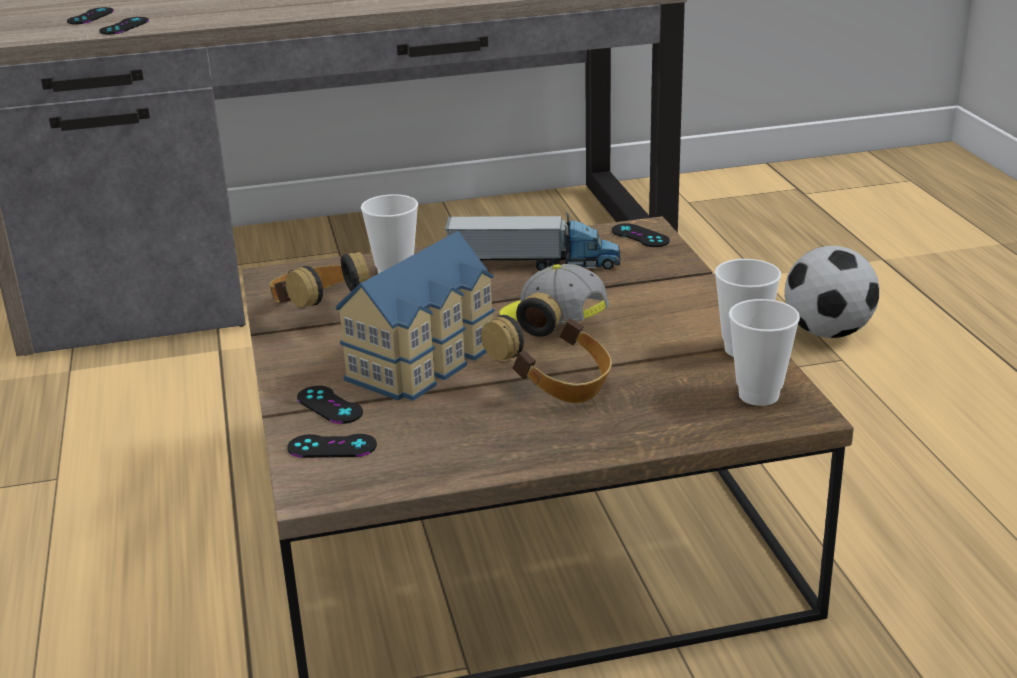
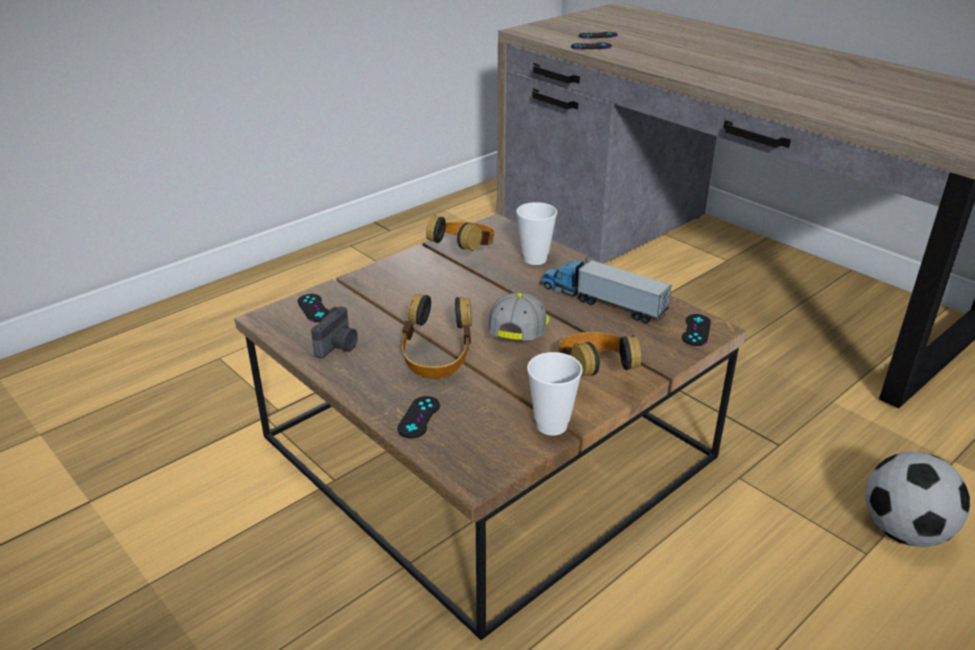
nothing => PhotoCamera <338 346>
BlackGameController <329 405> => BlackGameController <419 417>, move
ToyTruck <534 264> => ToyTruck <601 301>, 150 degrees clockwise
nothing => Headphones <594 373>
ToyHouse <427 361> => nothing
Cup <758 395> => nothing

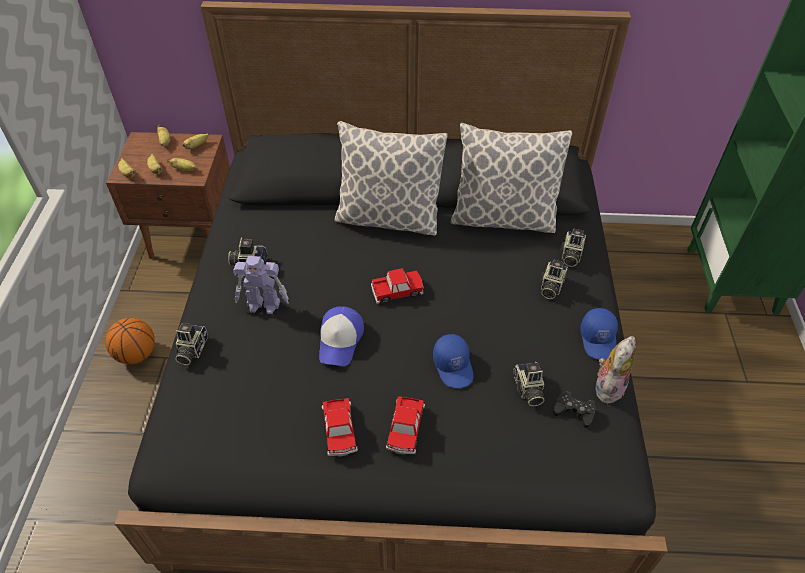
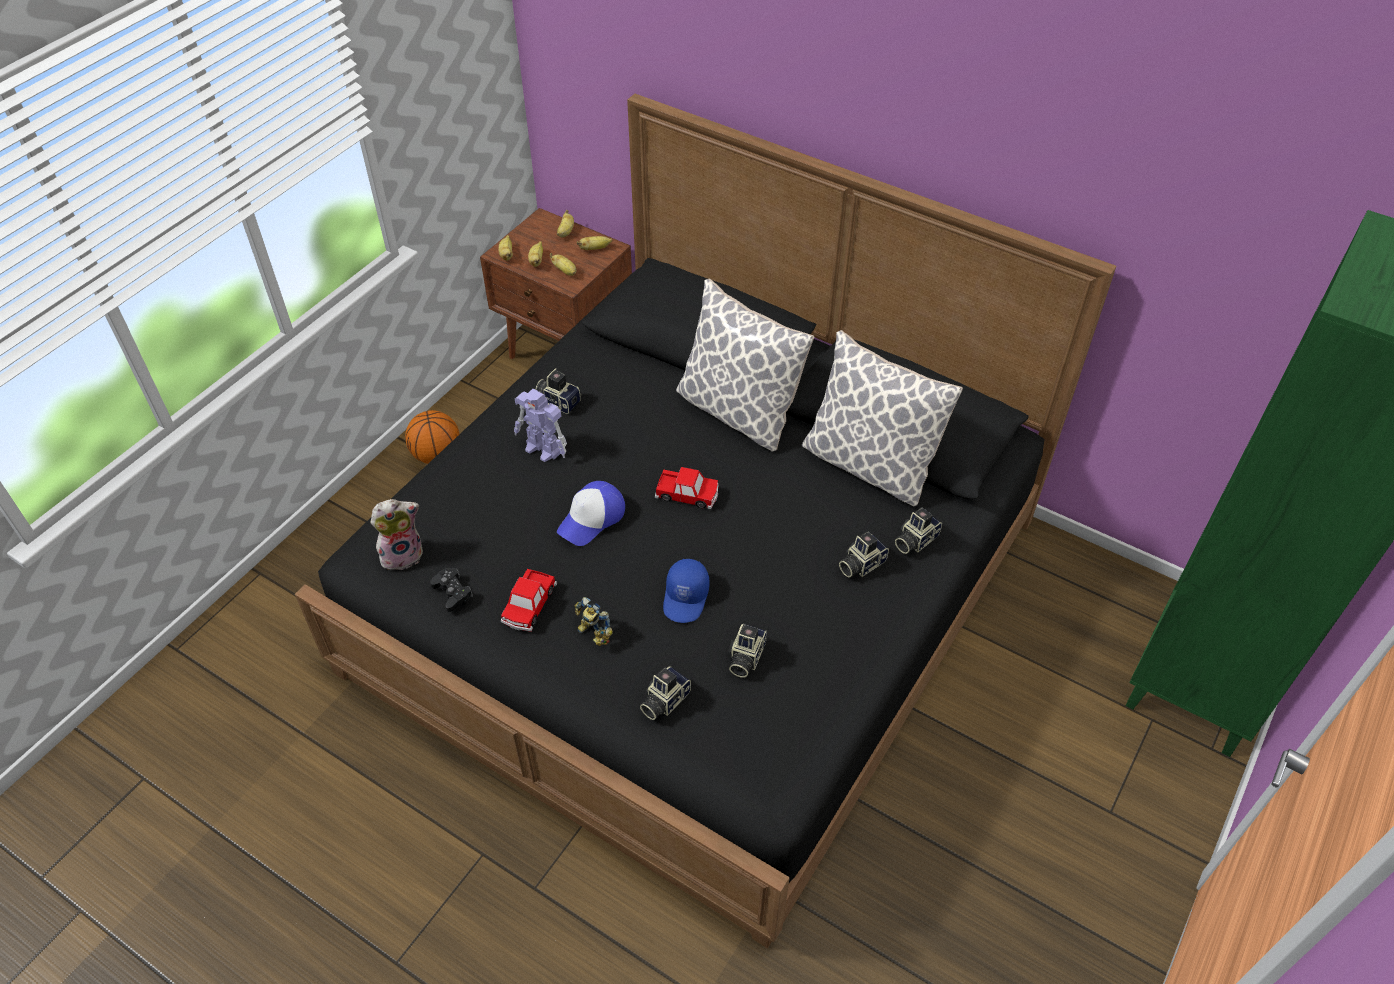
PlushToy <608 386> => PlushToy <403 554>, move
BlackGameController <574 411> => BlackGameController <452 592>, move
ToyCar <405 429> => ToyRobot <592 634>
PhotoCamera <191 350> => PhotoCamera <663 700>, move
BlueCap <599 339> => nothing

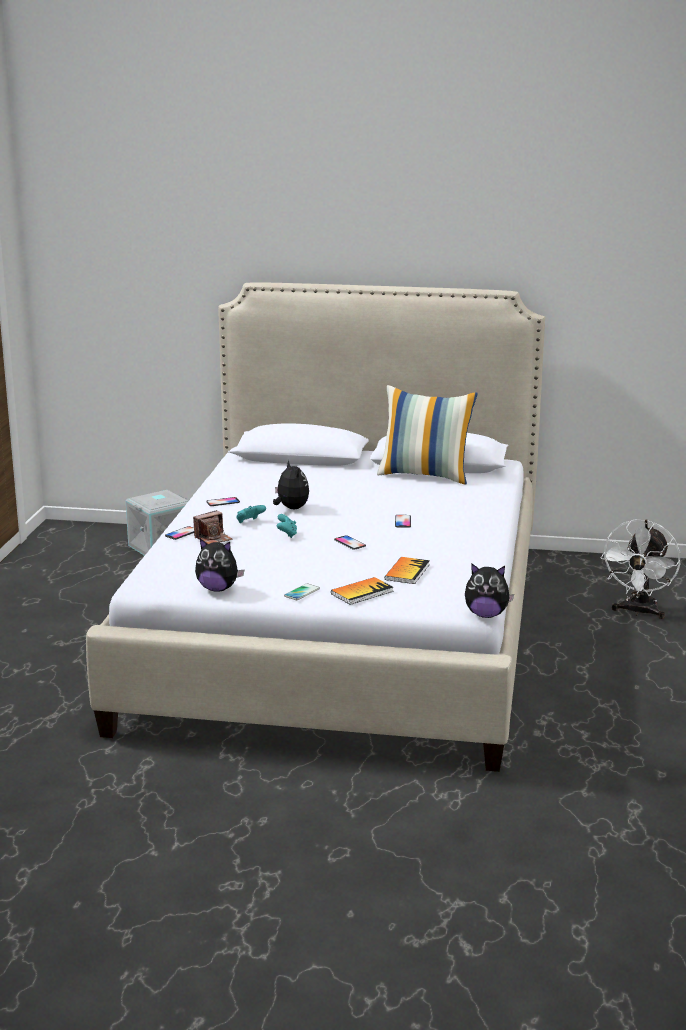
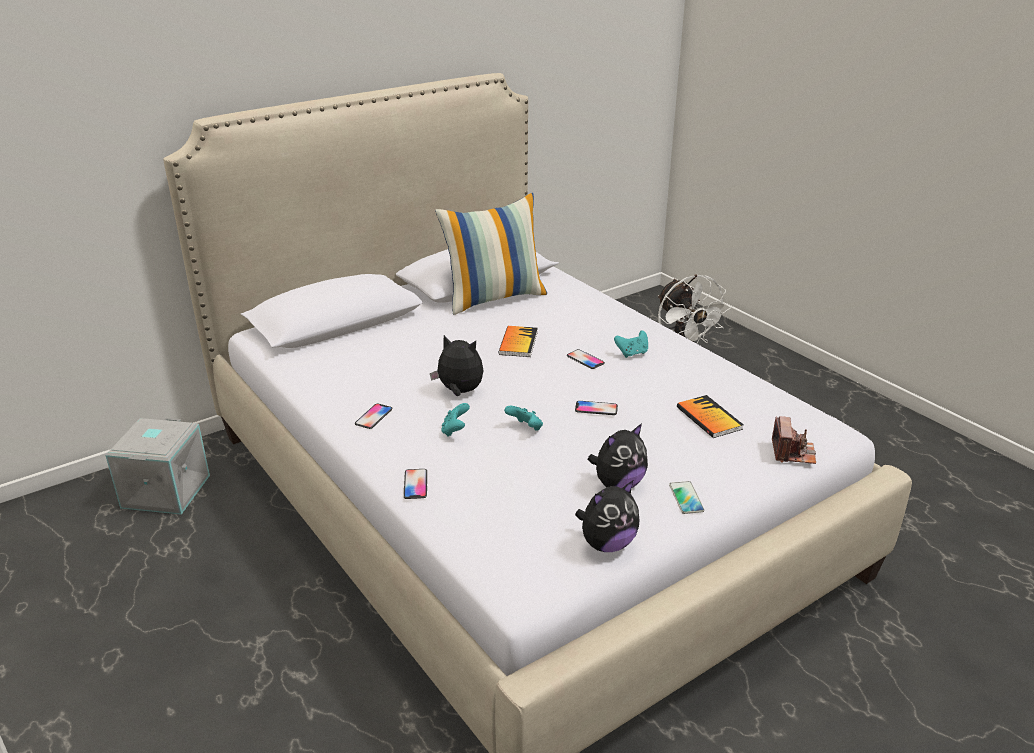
Book <362 592> => Book <518 343>, move
PlushToy <486 615> => PlushToy <618 484>, move
nothing => TurquoiseGameController <632 353>
PhotoCamera <213 538> => PhotoCamera <793 452>, move

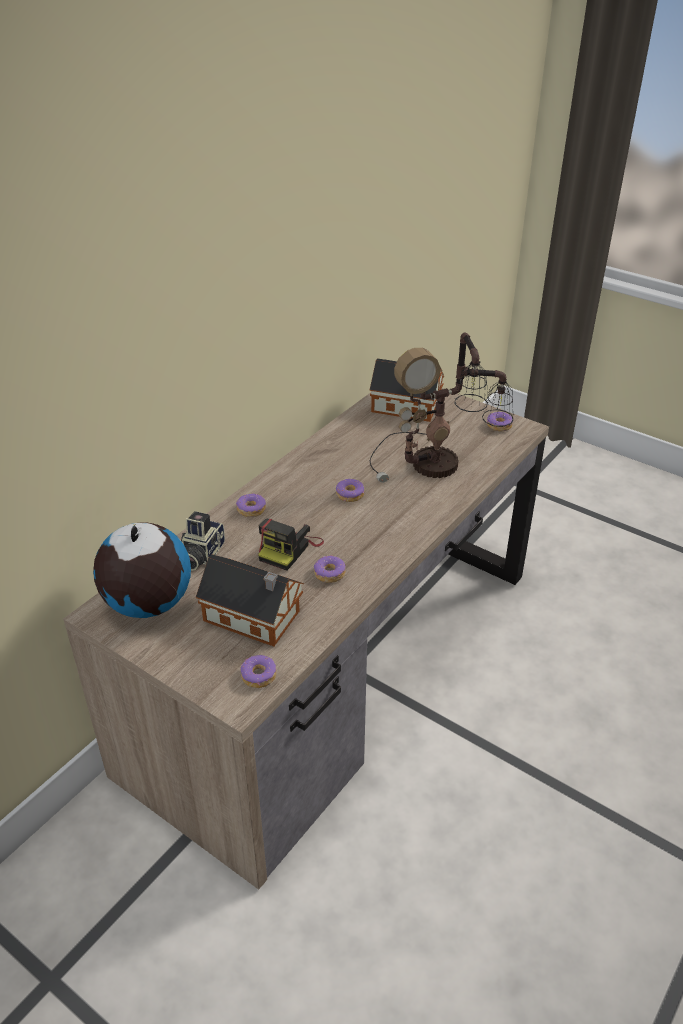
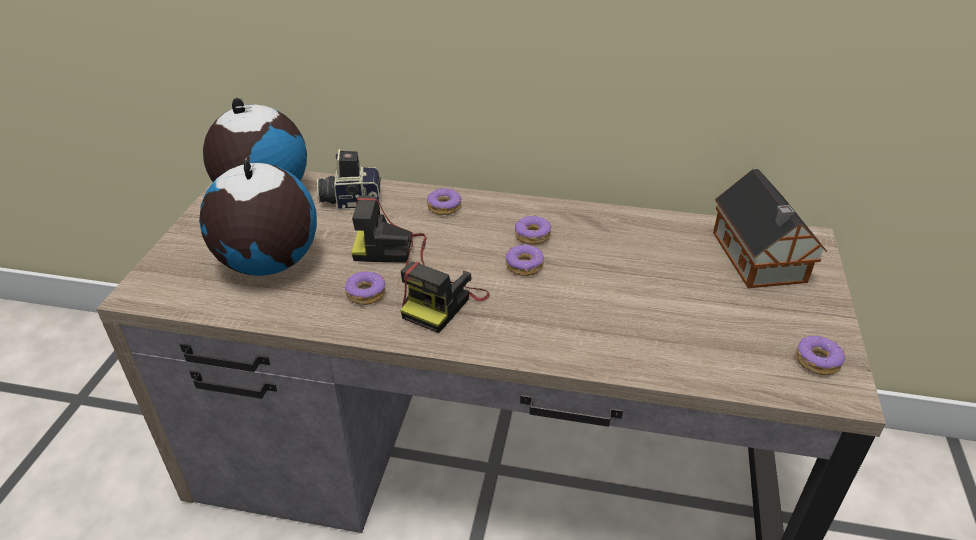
ToyHouse <254 618> => Globe <268 264>
nothing => PhotoCamera <443 303>
Donut <258 676> => Donut <532 236>, move
TableLamp <438 466> => nothing

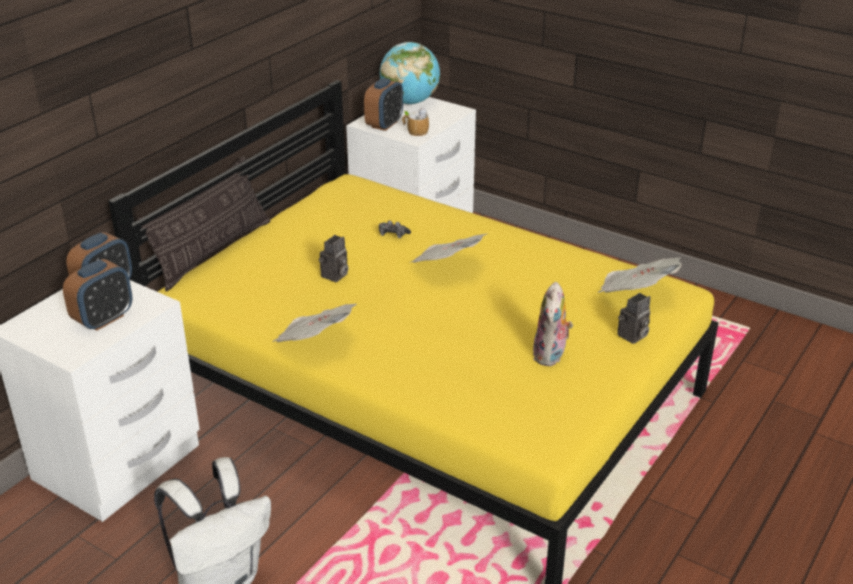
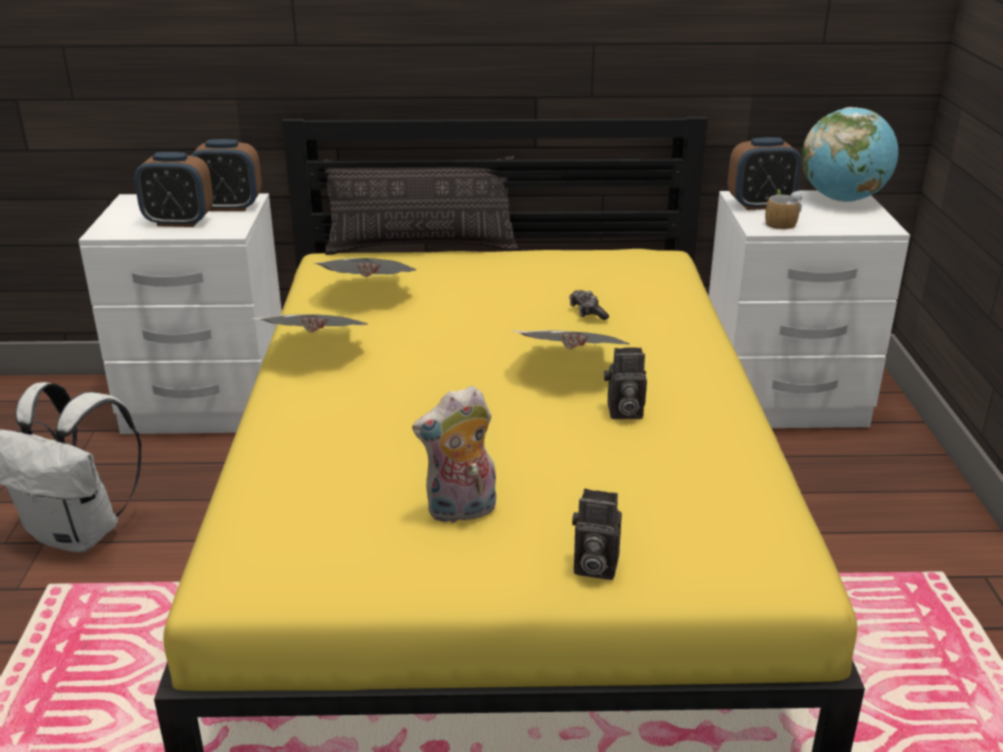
Newspaper <635 293> => Newspaper <369 293>, move
PhotoCamera <335 276> => PhotoCamera <623 412>, move

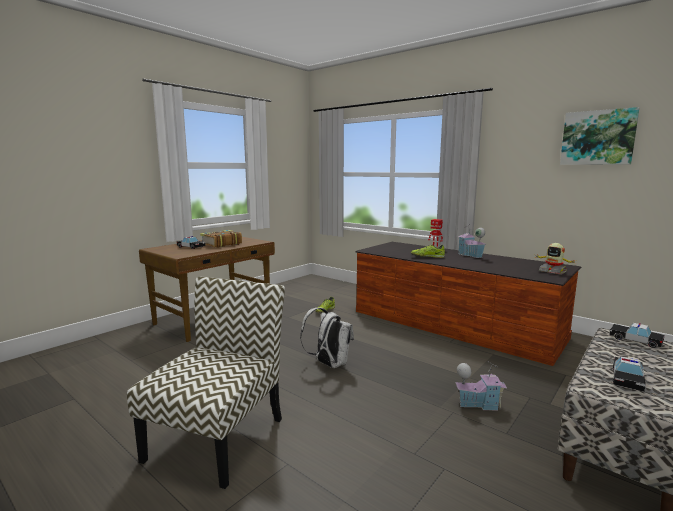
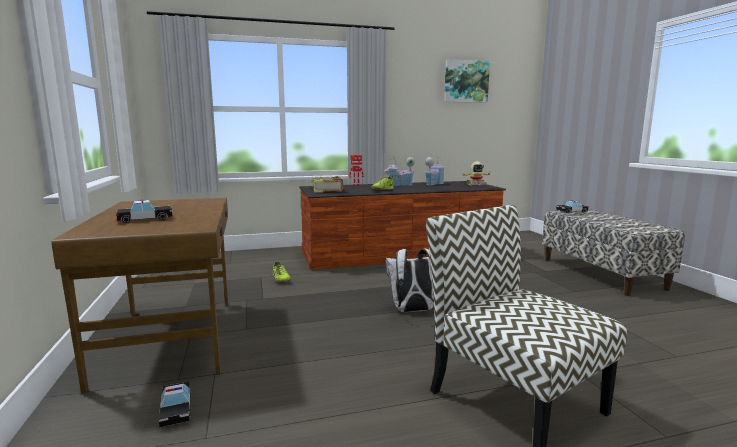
ToyCar <627 379> => ToyCar <176 409>, move
Book <221 244> => Book <326 190>, move
ToyHouse <478 404> => ToyHouse <433 184>, move

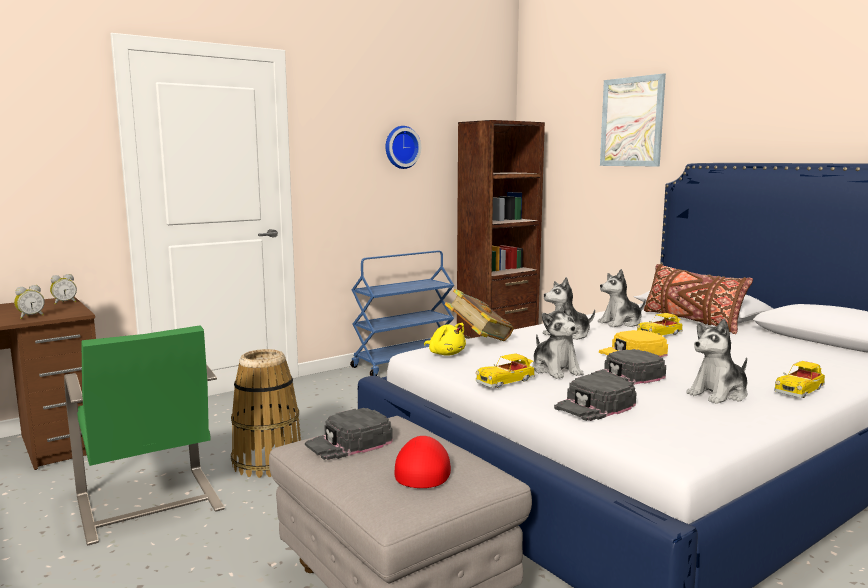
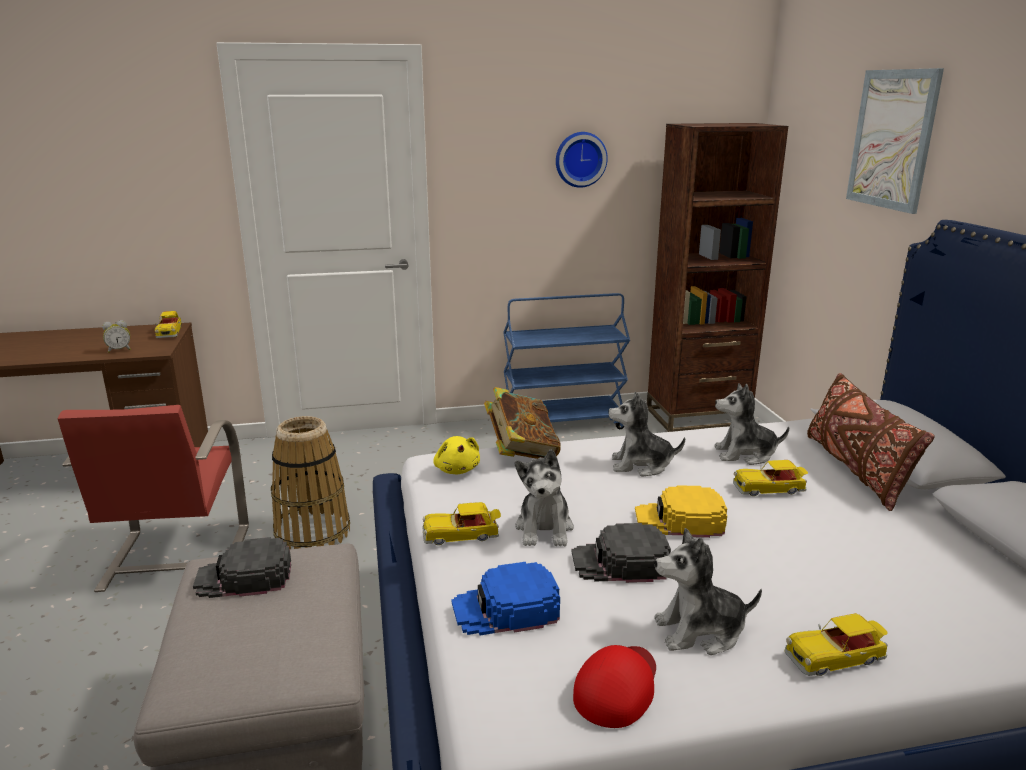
GreenChair <149 505> => RedChair <175 559>
AlarmClock <64 303> => ToyCar <170 332>
BlackCap <594 406> => BlueCap <506 609>
RedCap <423 469> => RedCap <618 687>, move

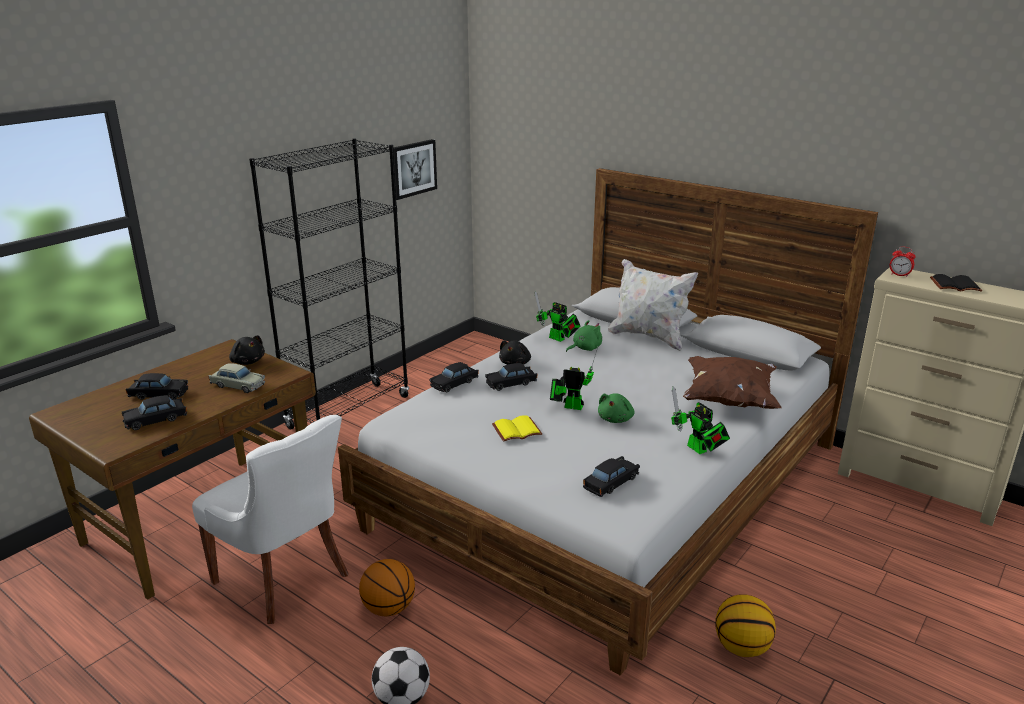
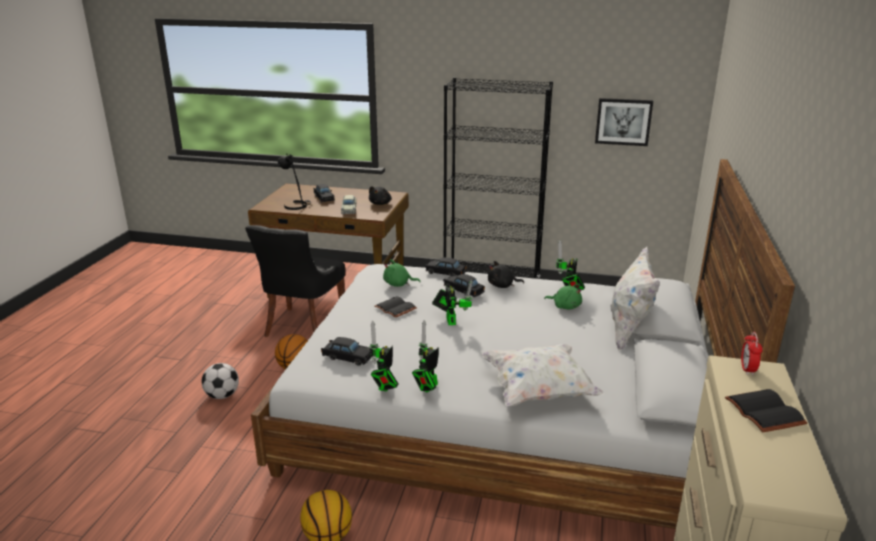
WhiteChair <284 579> => BlackChair <303 327>
BlackToyCar <156 420> => BlackTableLamp <296 205>
nothing => ToyRobot <384 387>
YellowBook <517 429> => BlackBook <396 308>
GreenPlushToy <616 419> => GreenPlushToy <398 284>, move
BrownPillow <729 400> => WhitePillow <538 391>

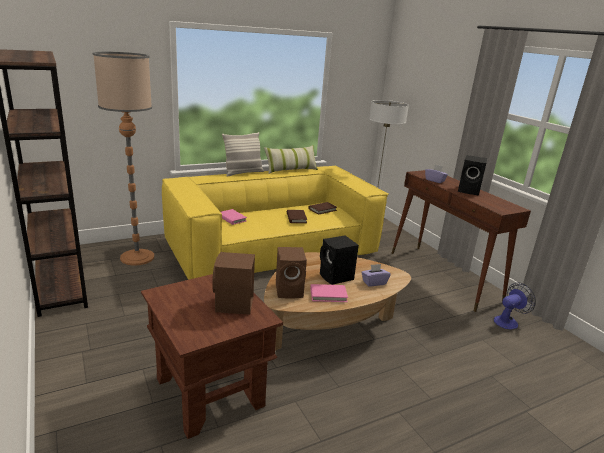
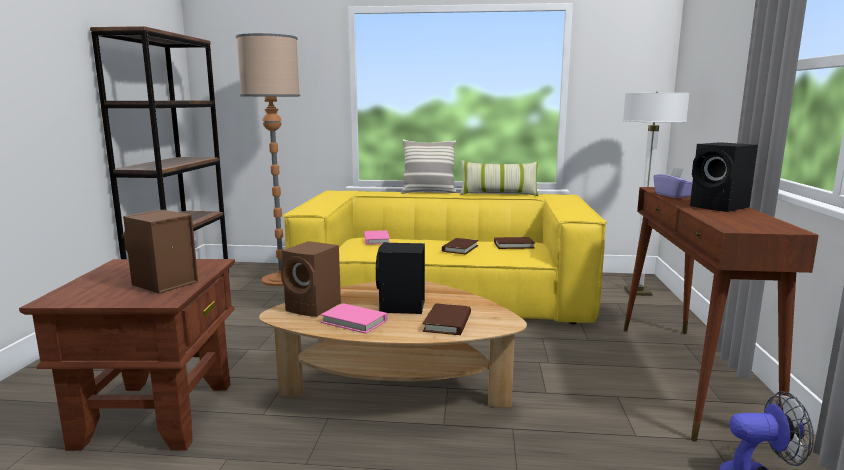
PurpleTissueBox <374 282> => BrownBook <447 322>

